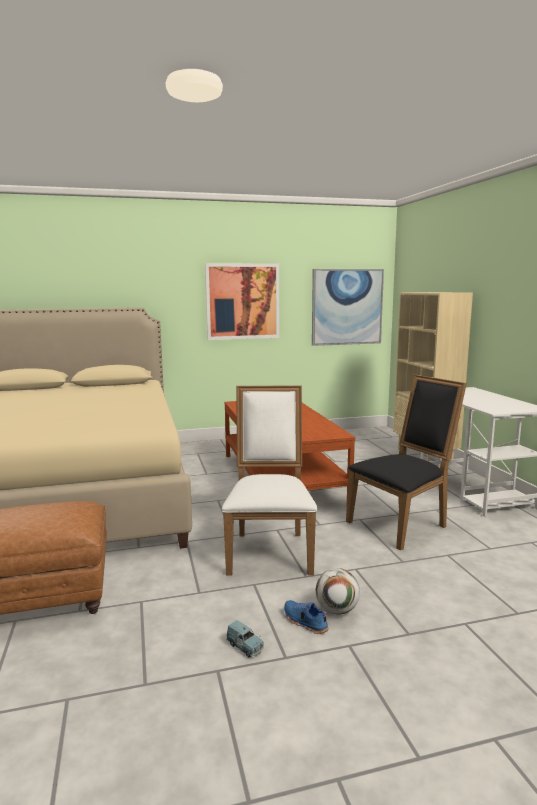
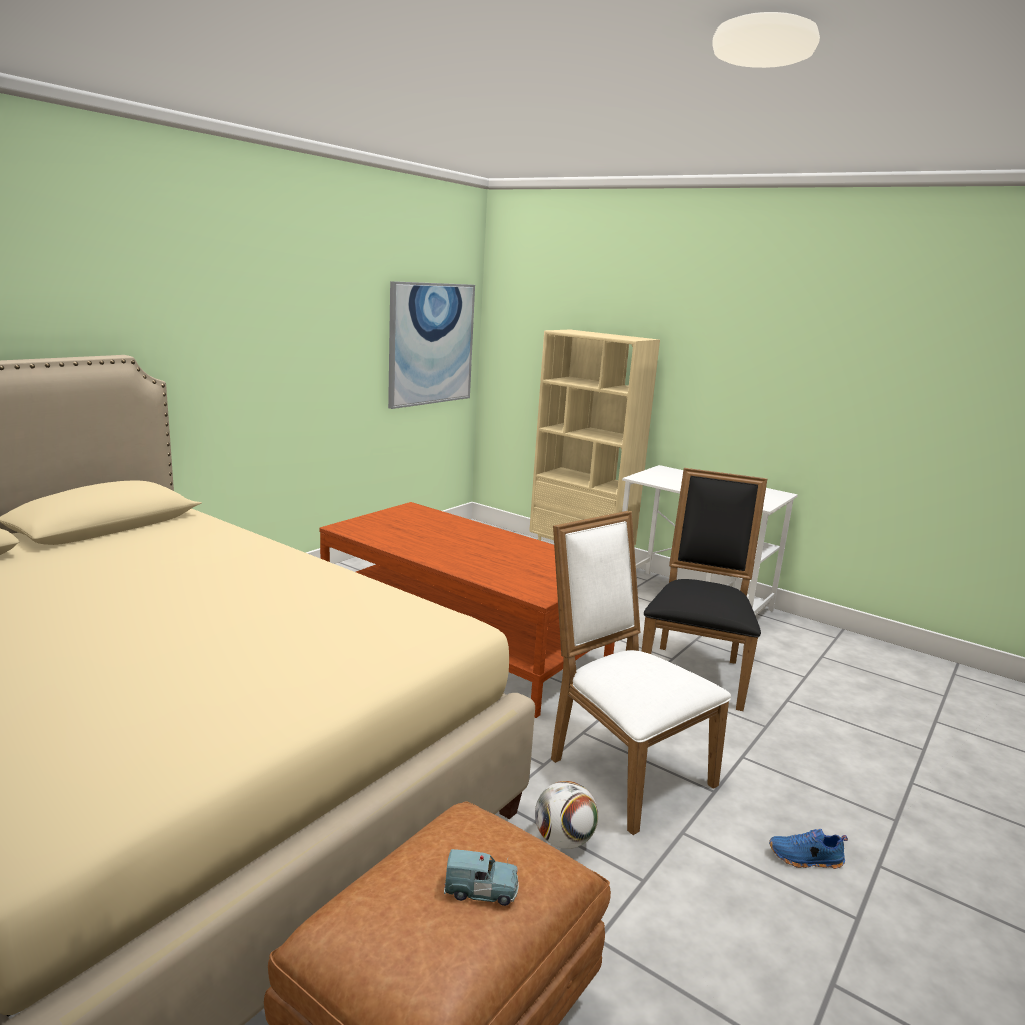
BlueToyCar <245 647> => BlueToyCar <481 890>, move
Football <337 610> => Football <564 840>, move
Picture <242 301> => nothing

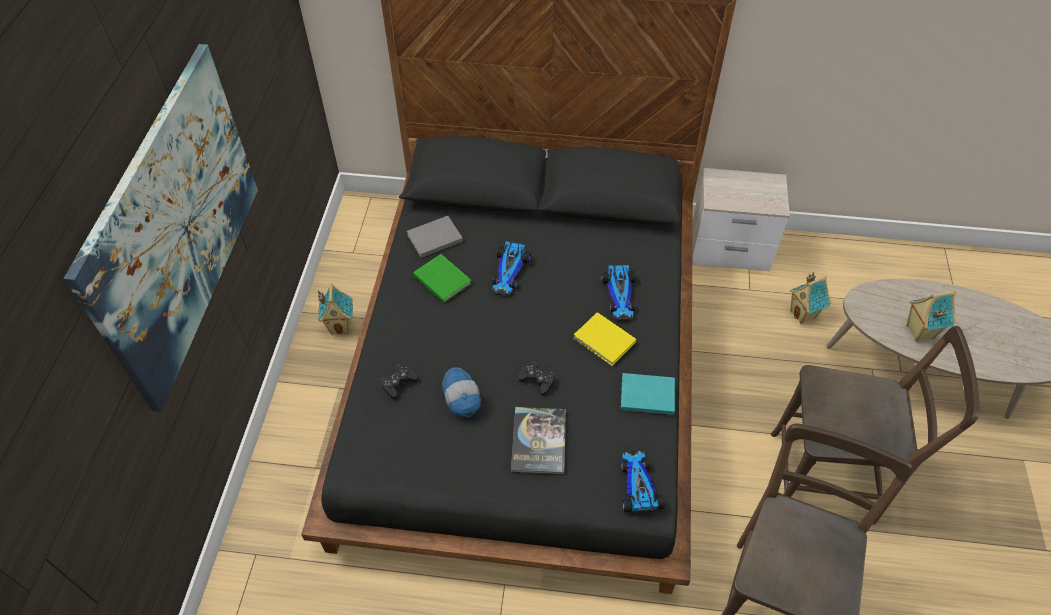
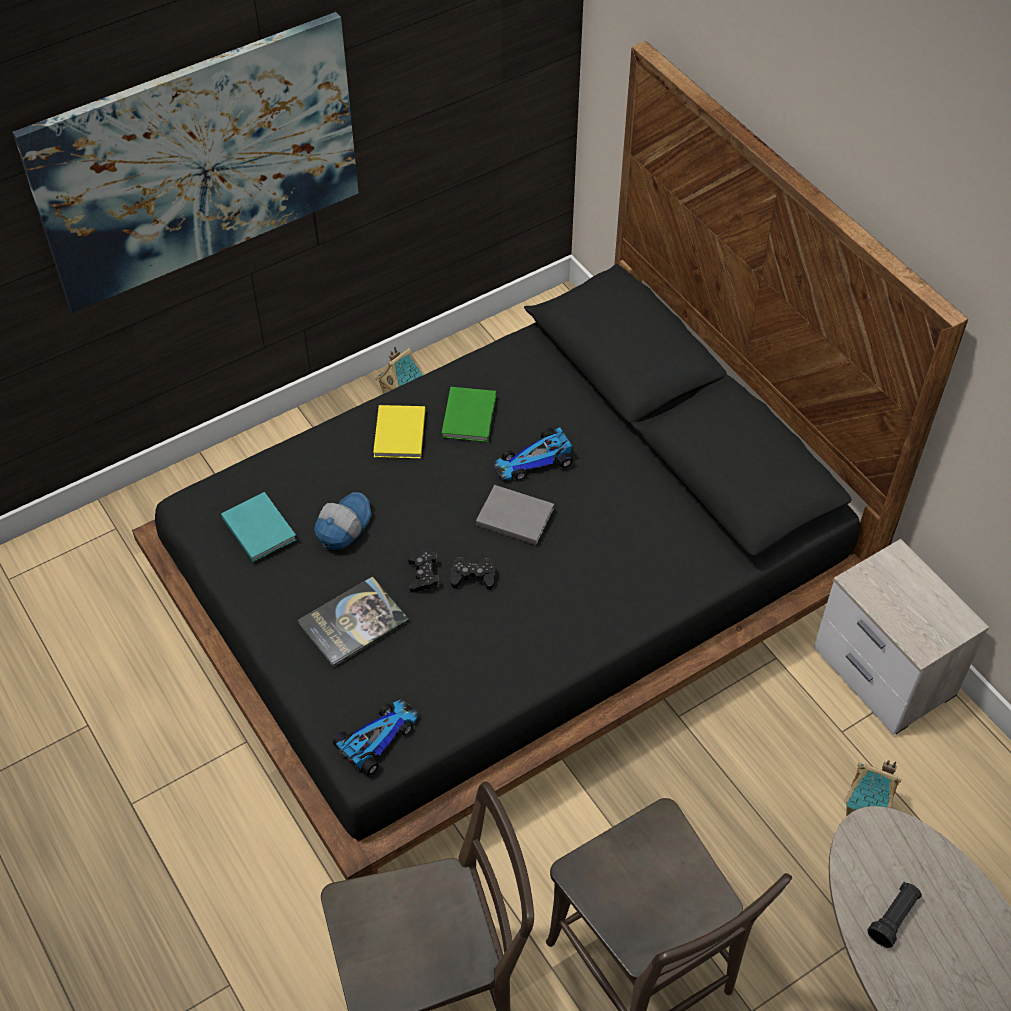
TurquoiseBook <645 394> => TurquoiseBook <259 527>, move
YellowBook <605 341> => YellowBook <398 435>, move
BlackGameController <398 383> => BlackGameController <473 577>, move
GreyBook <433 238> => GreyBook <513 515>, move
ToyHouse <919 332> => BlackFlashlight <893 918>
ToyCar <620 295> => nothing

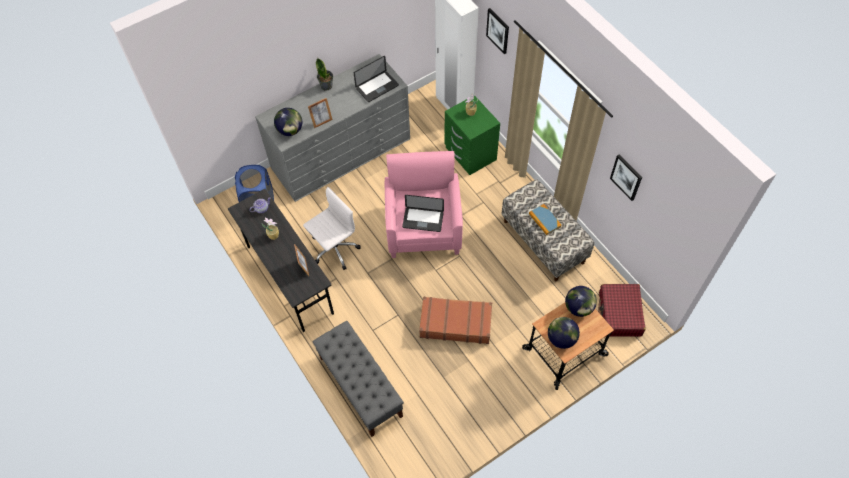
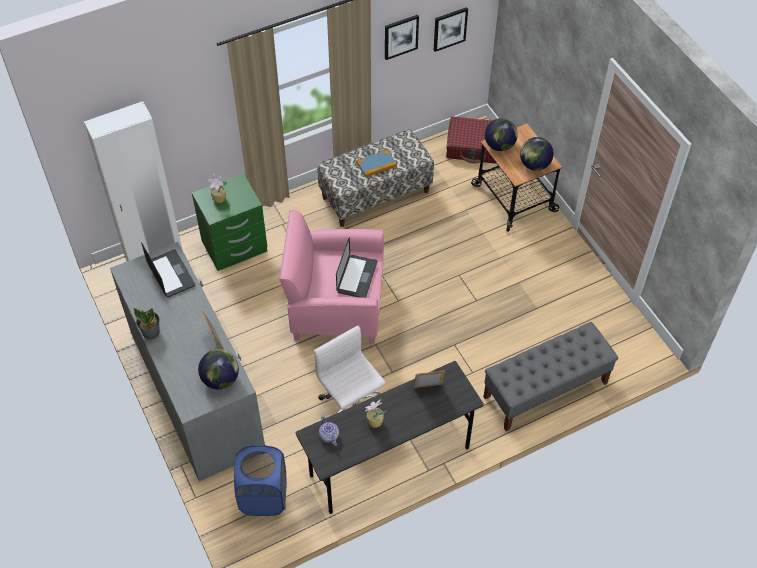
Picture <498 30> => Picture <449 28>, move
BrownSuitcase <455 323> => nothing

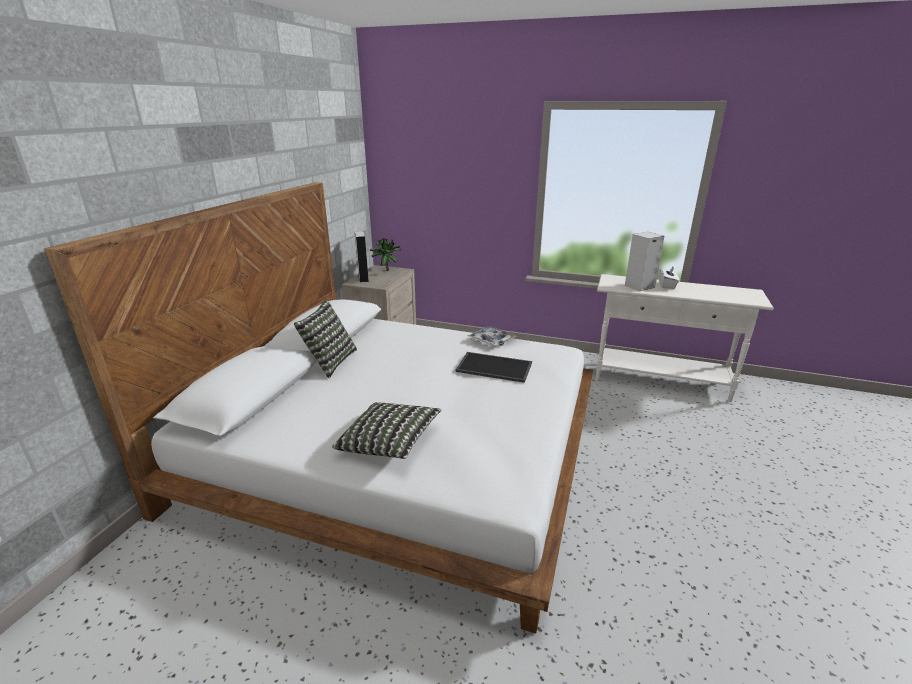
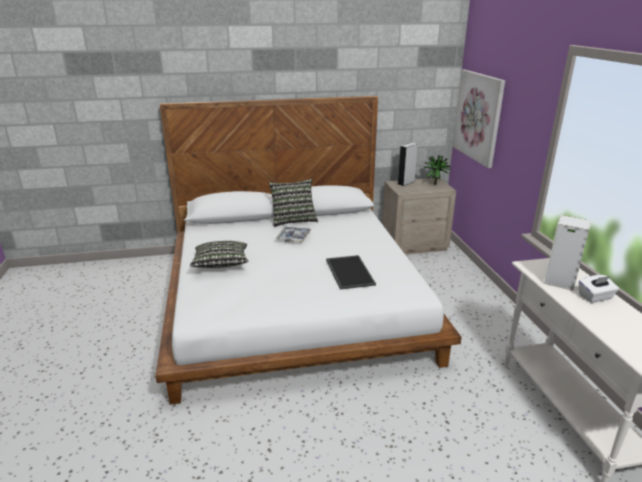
Tray <491 340> => Tray <293 238>, move
nothing => Picture <478 116>

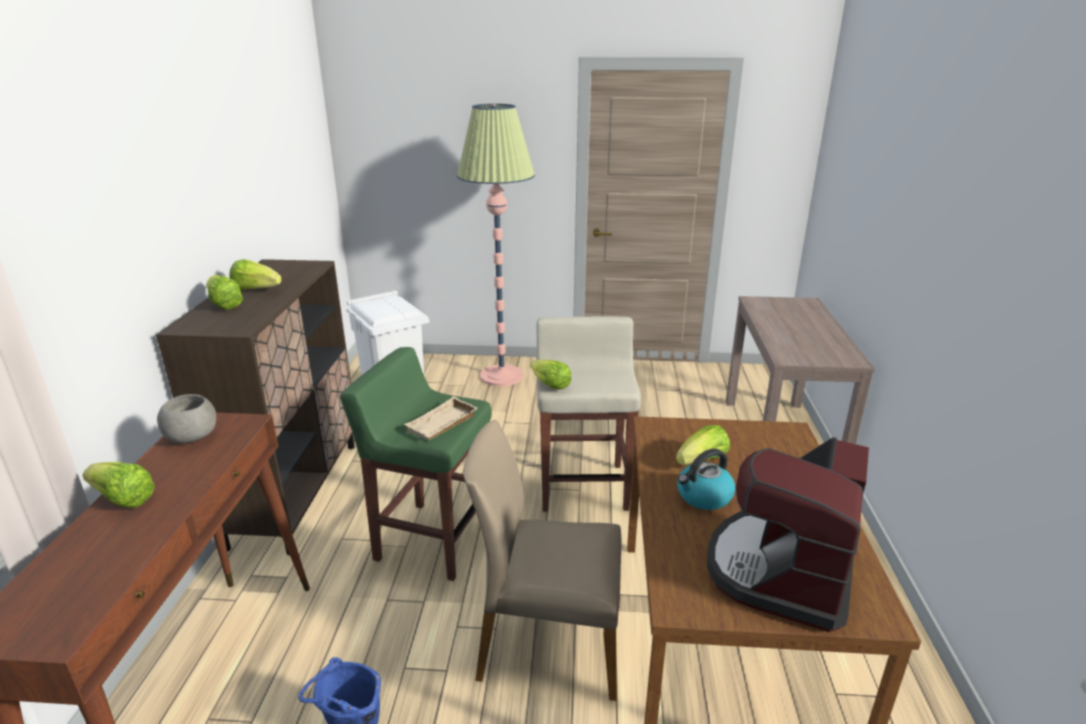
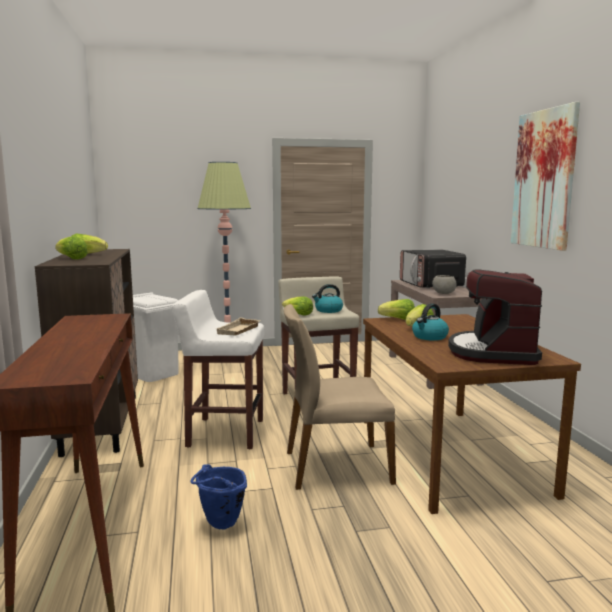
GreenStool <432 539> => WhiteStool <224 433>
nothing => Kettle <328 310>
Lettuce <122 499> => Lettuce <398 320>, move
nothing => Microwave <431 284>
GreyBowl <191 437> => GreyBowl <443 293>, move
nothing => Picture <544 179>

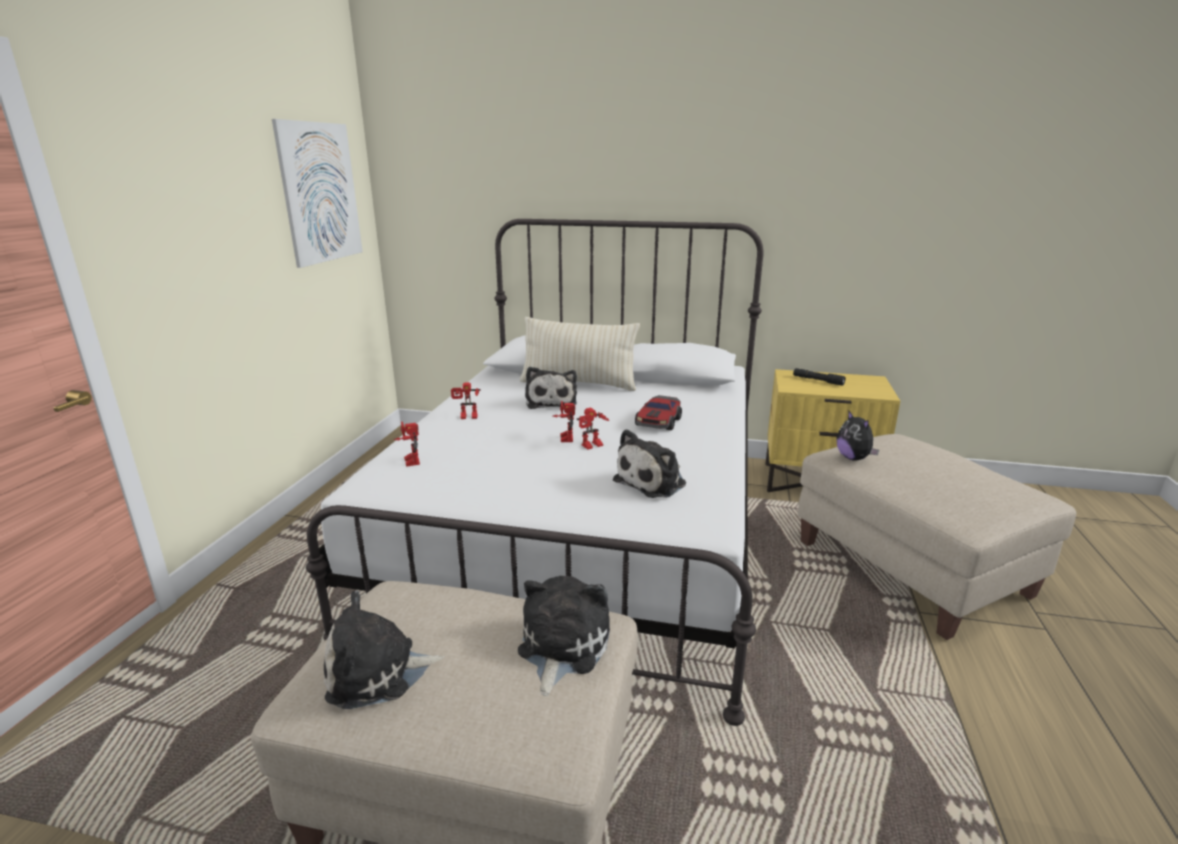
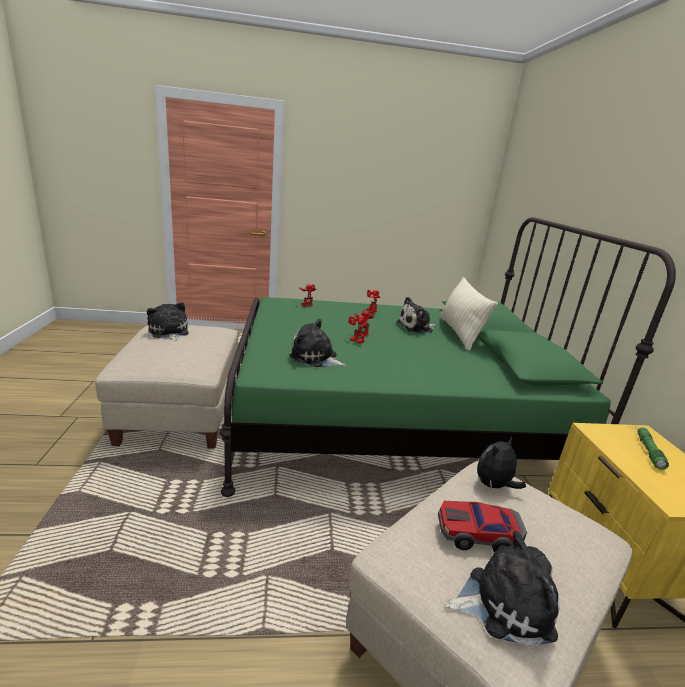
WhiteBed <584 533> => GreenBed <390 420>
ToyCar <659 422> => ToyCar <477 534>, move
PlushToy <560 647> => PlushToy <503 603>, move
BlackFlashlight <817 381> => GreenFlashlight <649 451>
Picture <320 193> => nothing

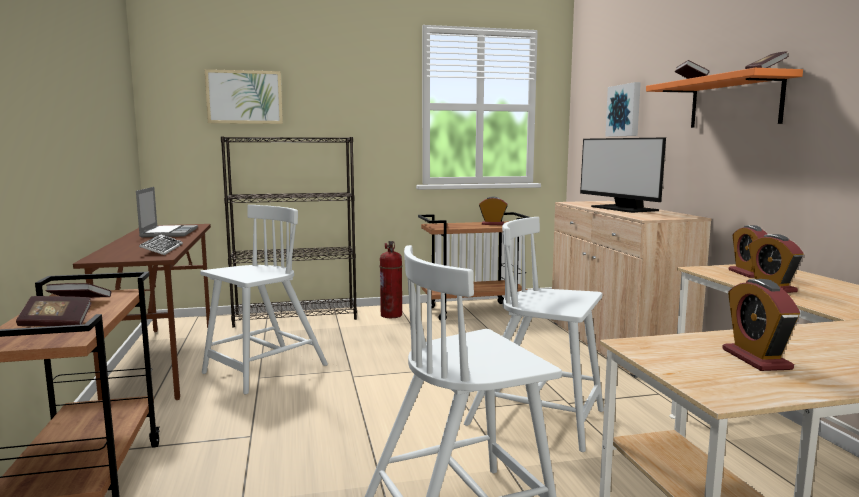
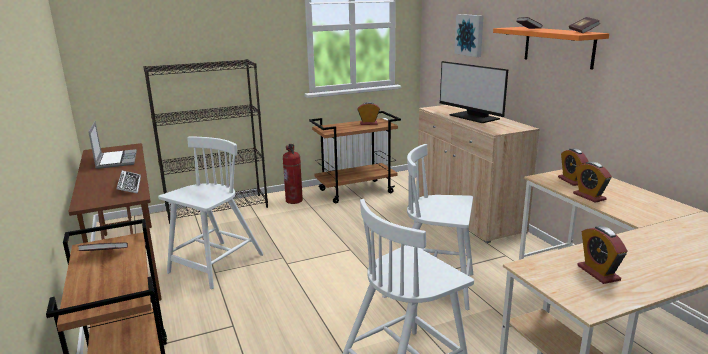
Book <56 324> => nothing
Picture <244 97> => nothing

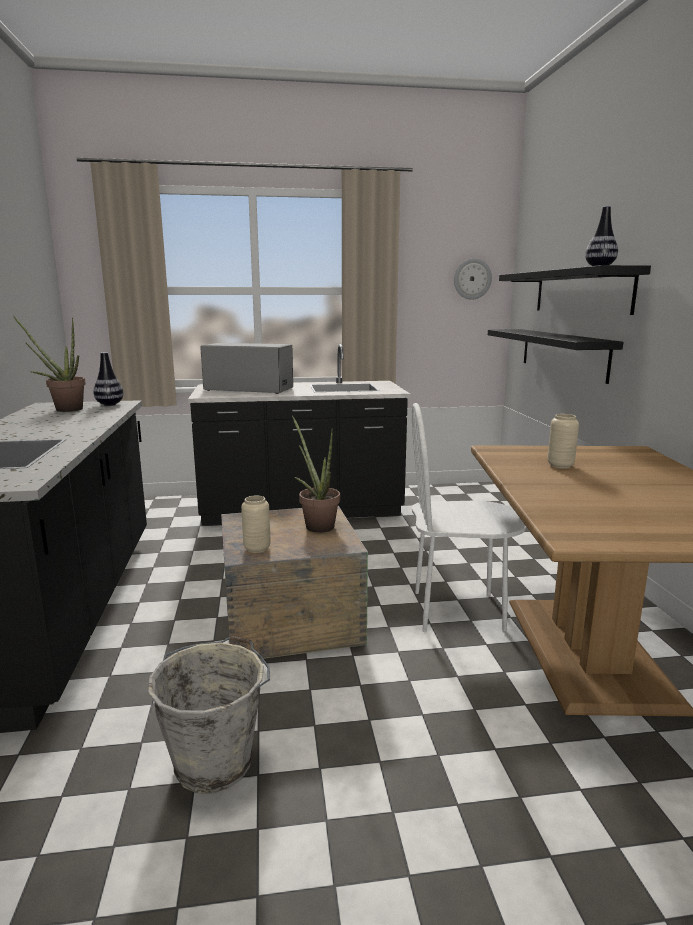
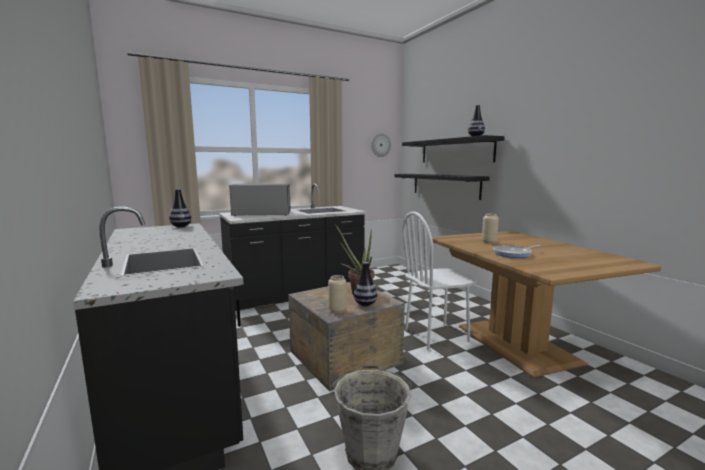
nothing => Vase <365 304>
nothing => FryingPan <514 254>
PottedPlant <63 409> => nothing

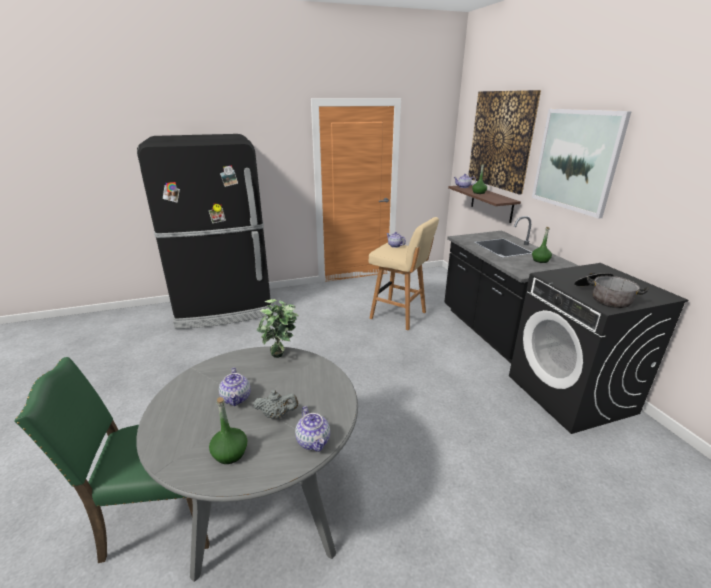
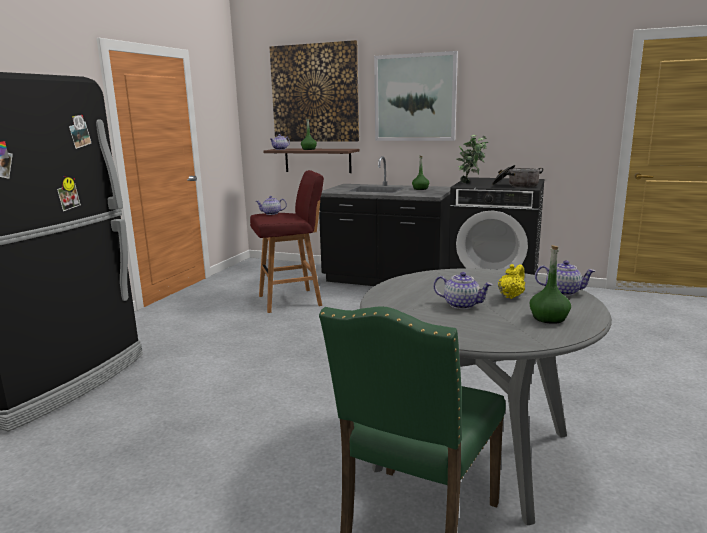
BeigeStool <399 316> => RedStool <291 300>
PottedPlant <281 359> => PottedPlant <471 183>, move
GreyTeapot <277 415> => YellowTeapot <511 296>

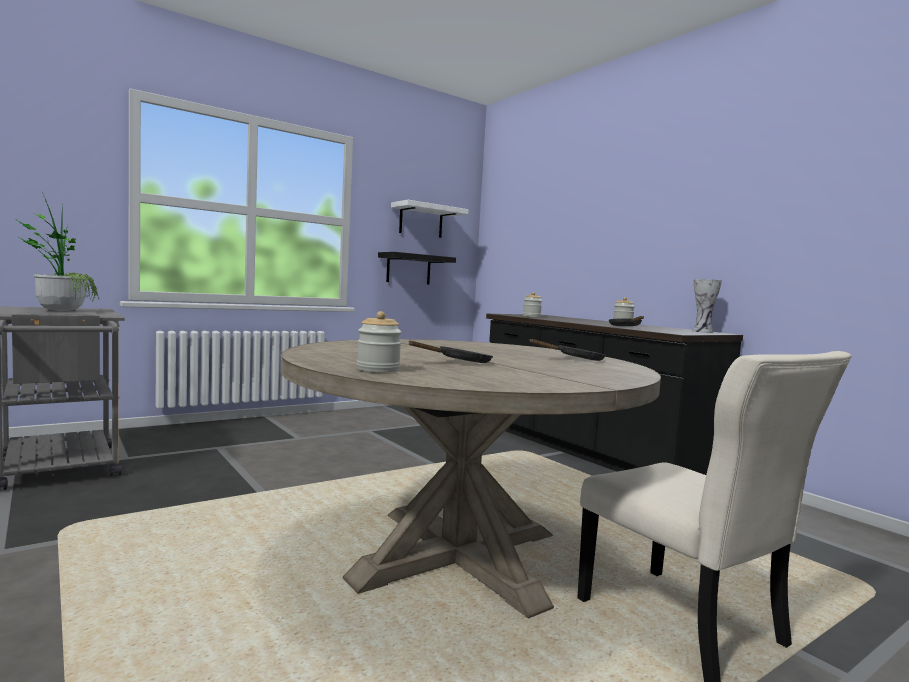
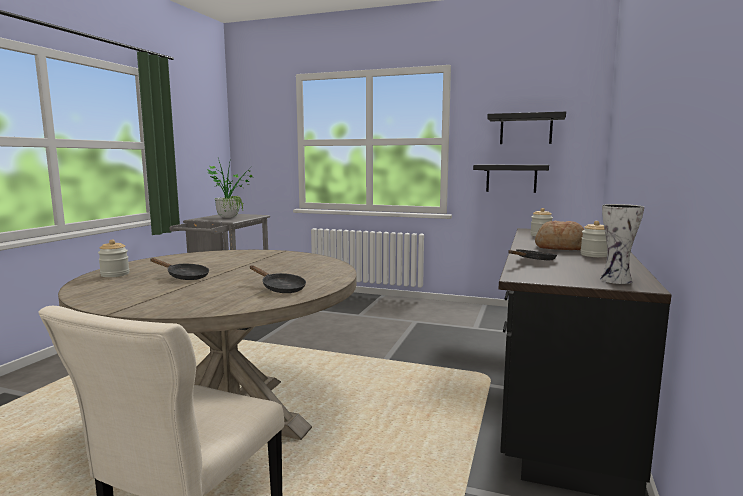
WhiteShelf <421 221> => BlackShelf <526 129>
nothing => Bread <560 247>

